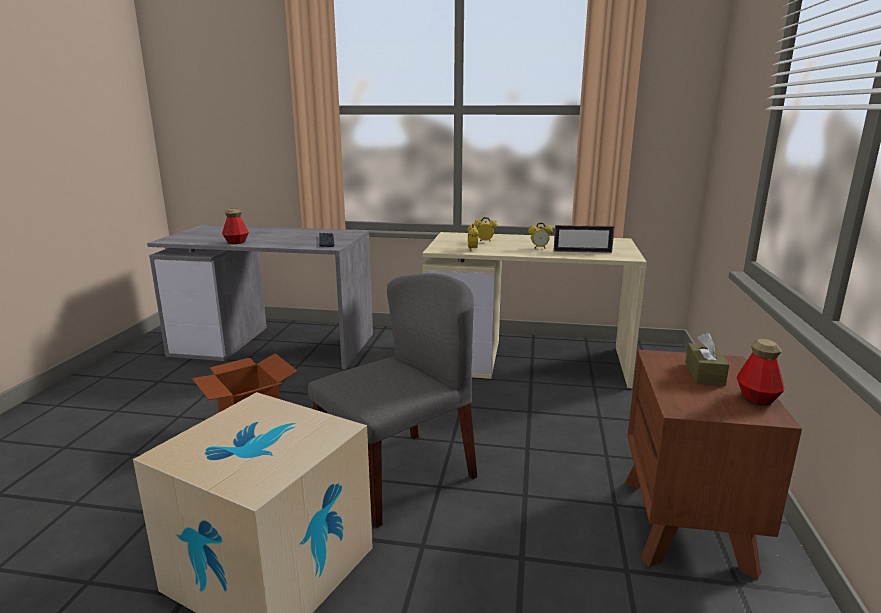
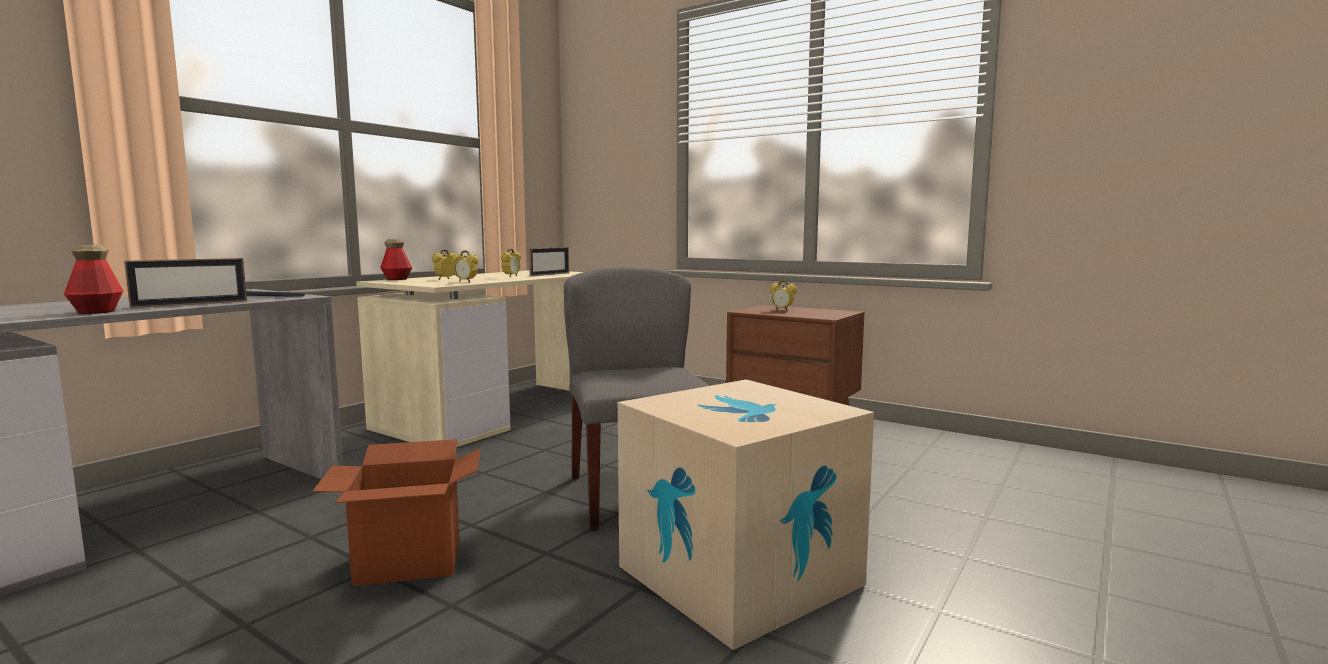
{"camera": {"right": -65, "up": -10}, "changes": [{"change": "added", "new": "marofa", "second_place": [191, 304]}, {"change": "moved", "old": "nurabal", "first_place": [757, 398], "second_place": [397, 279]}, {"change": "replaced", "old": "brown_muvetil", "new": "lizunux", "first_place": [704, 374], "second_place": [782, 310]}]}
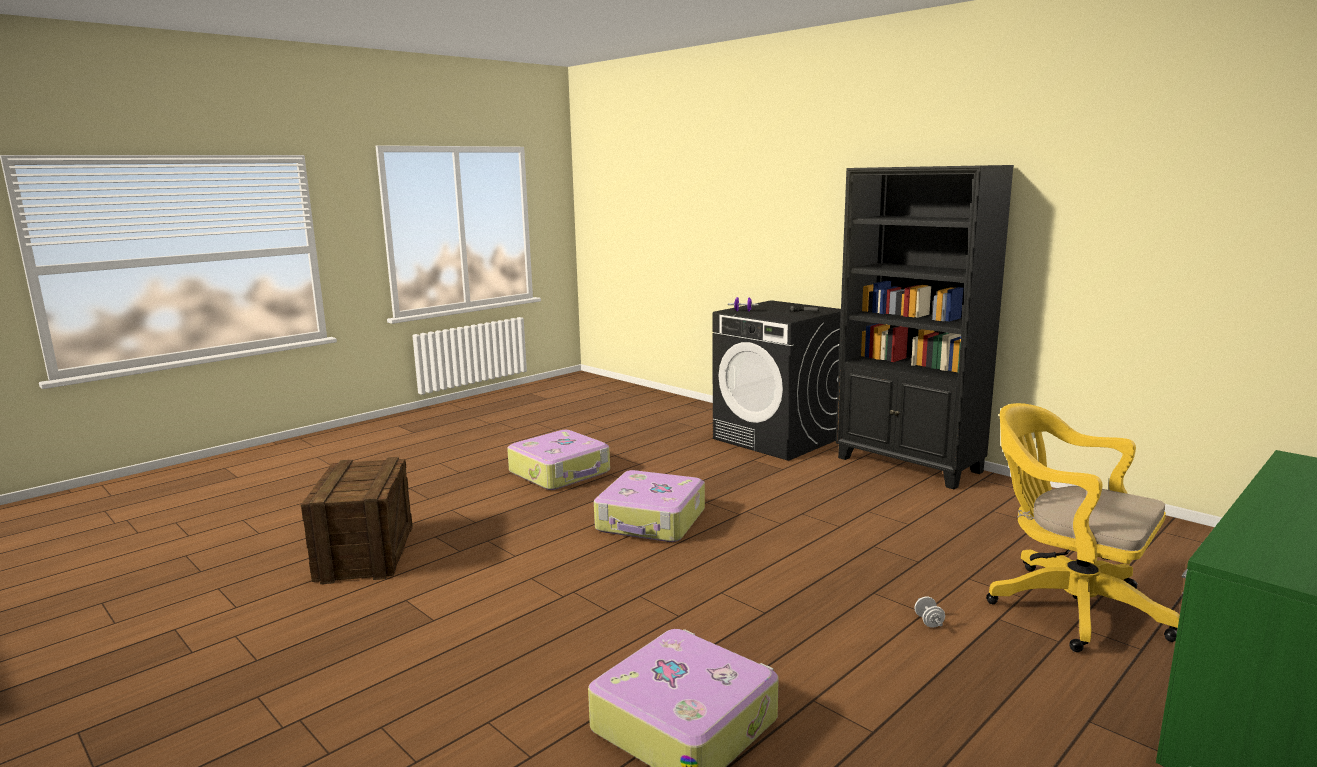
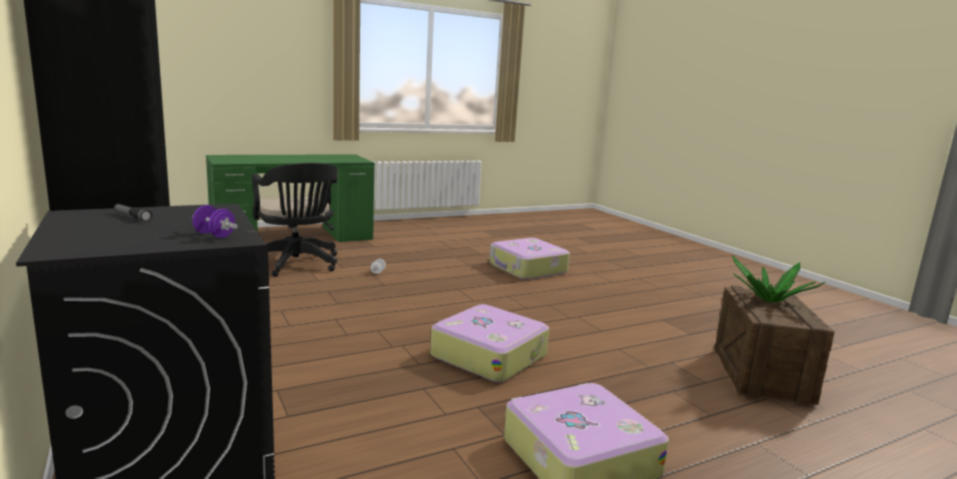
{"camera": {"right": -165, "up": 0}, "changes": [{"change": "added", "new": "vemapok", "second_place": [769, 300]}, {"change": "recoloured", "old": "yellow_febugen", "new": "black_febugen", "first_place": [1067, 606], "second_place": [297, 264]}]}
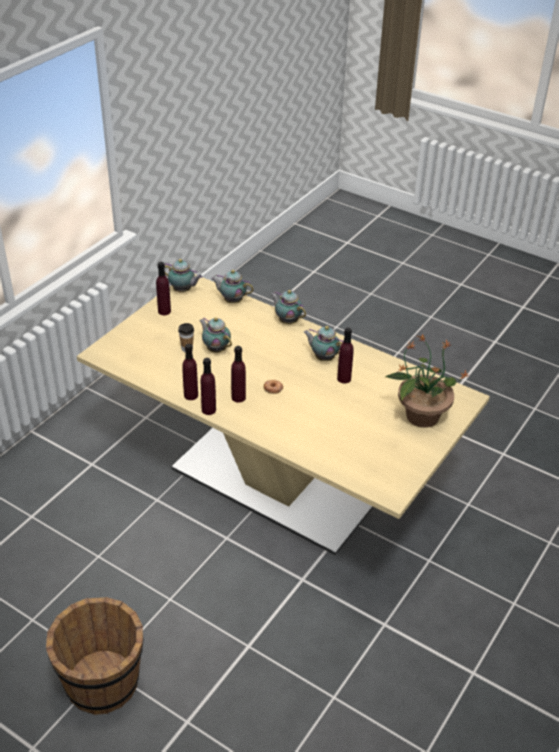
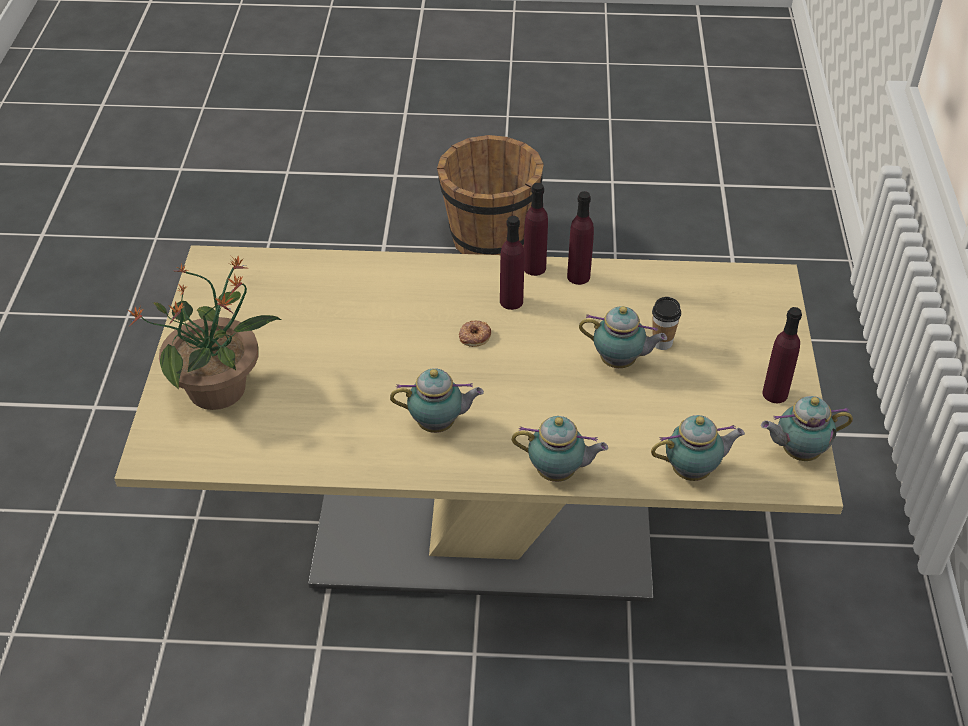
{"camera": {"right": 150, "up": 5}, "changes": [{"change": "removed", "old": "purple_nurabal", "first_place": [344, 378]}]}
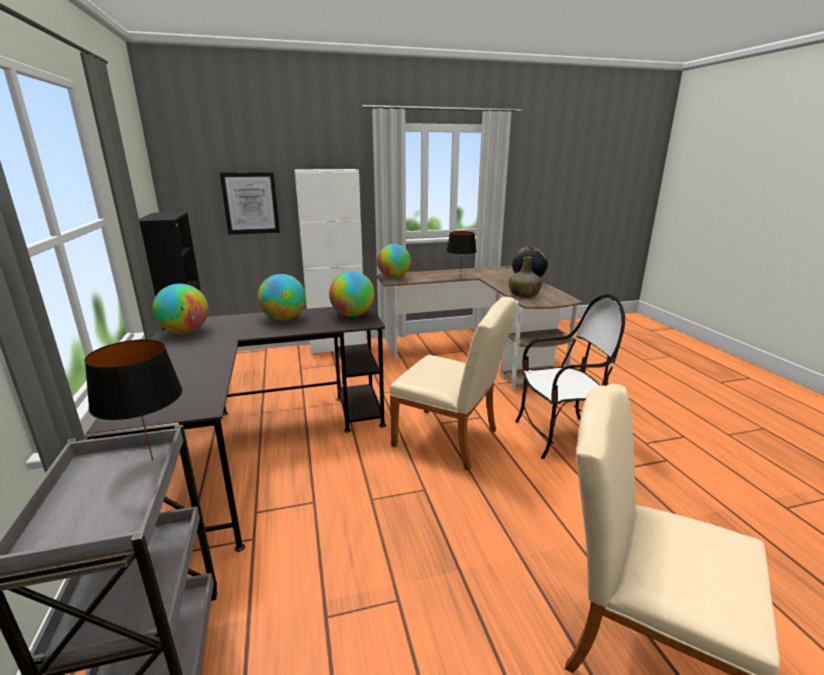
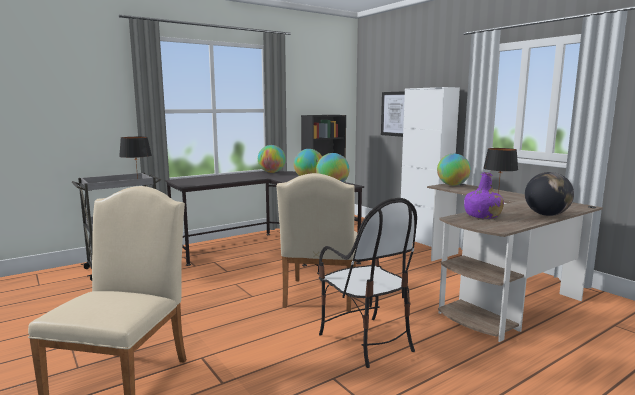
{"camera": {"right": 70, "up": -10}, "changes": [{"change": "recoloured", "old": "green_nurabal", "new": "purple_nurabal", "first_place": [524, 294], "second_place": [482, 216]}]}
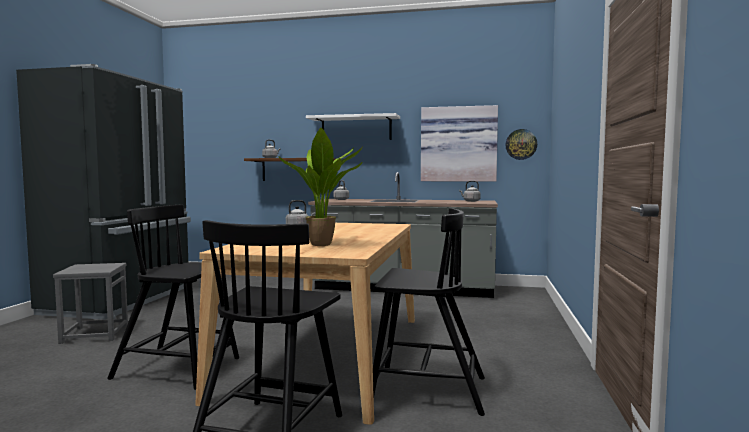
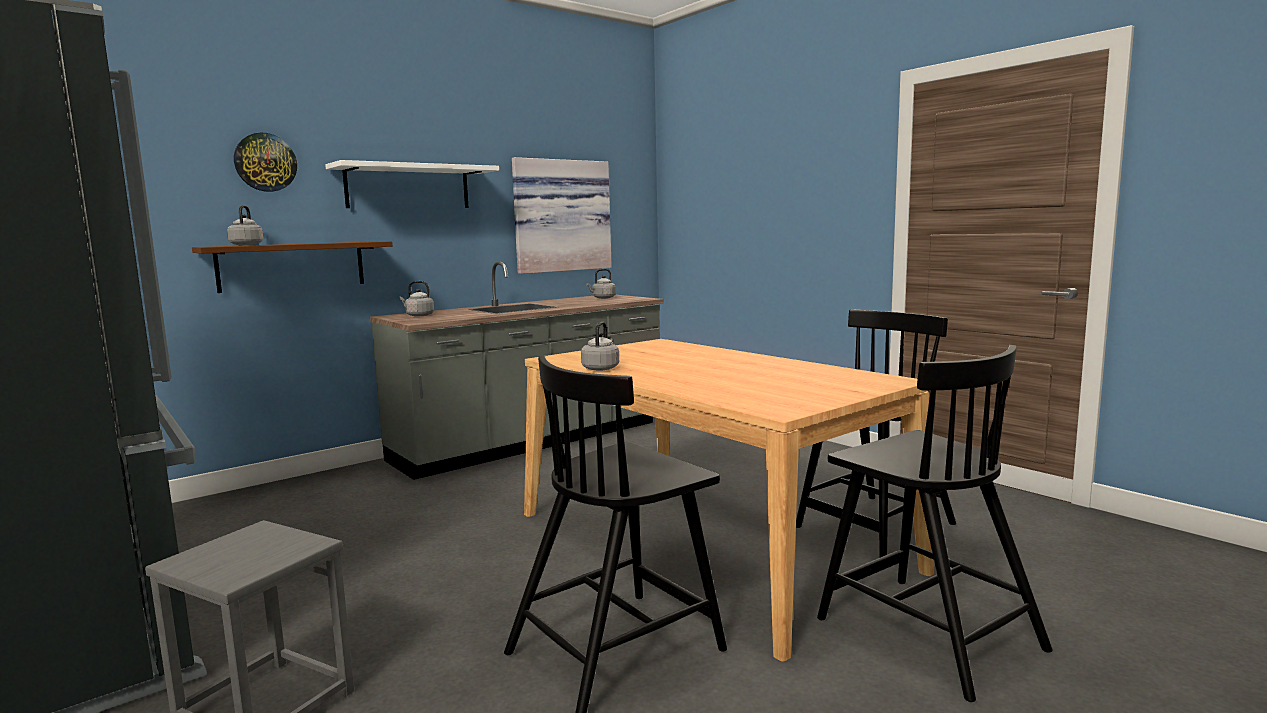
{"camera": {"right": -50, "up": 5}, "changes": [{"change": "removed", "old": "vemapok", "first_place": [324, 245]}, {"change": "moved", "old": "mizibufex", "first_place": [521, 144], "second_place": [265, 162]}]}
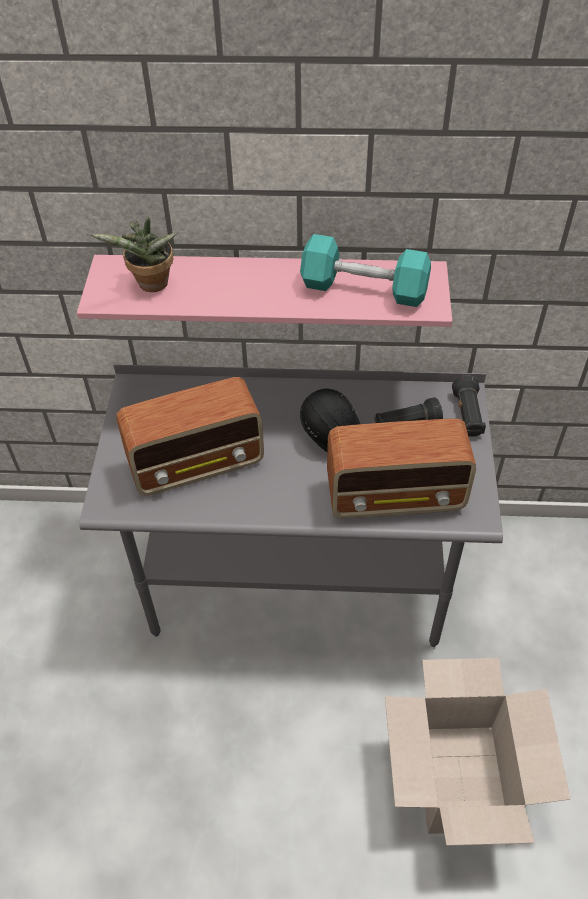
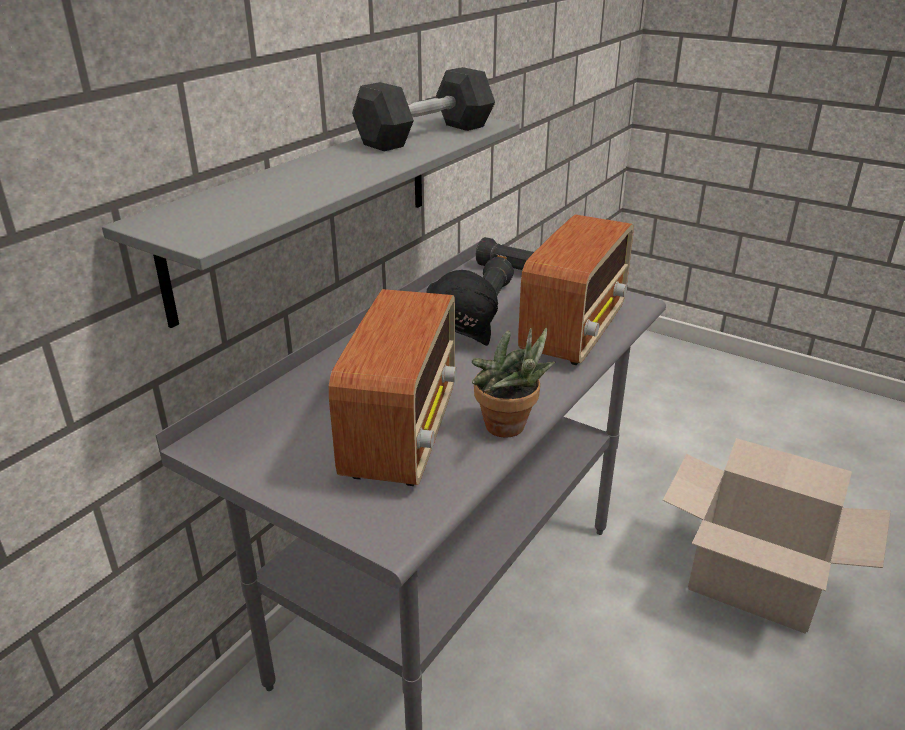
{"camera": {"right": -60, "up": -20}, "changes": [{"change": "moved", "old": "vemapok", "first_place": [151, 286], "second_place": [509, 429]}, {"change": "recoloured", "old": "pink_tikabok", "new": "grey_tikabok", "first_place": [270, 289], "second_place": [309, 207]}, {"change": "recoloured", "old": "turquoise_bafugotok", "new": "grey_bafugotok", "first_place": [364, 288], "second_place": [425, 135]}]}
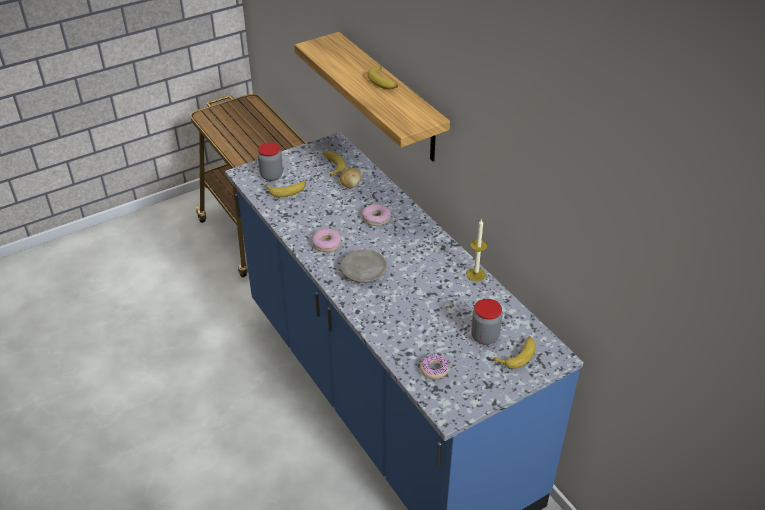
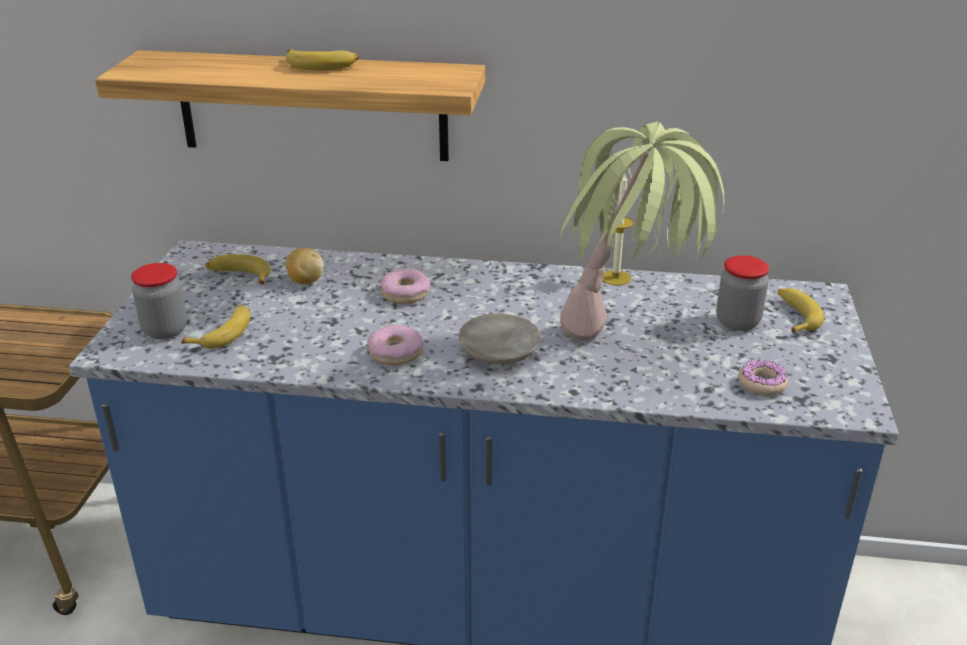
{"camera": {"right": -50, "up": -10}, "changes": [{"change": "added", "new": "vemapok", "second_place": [629, 350]}]}
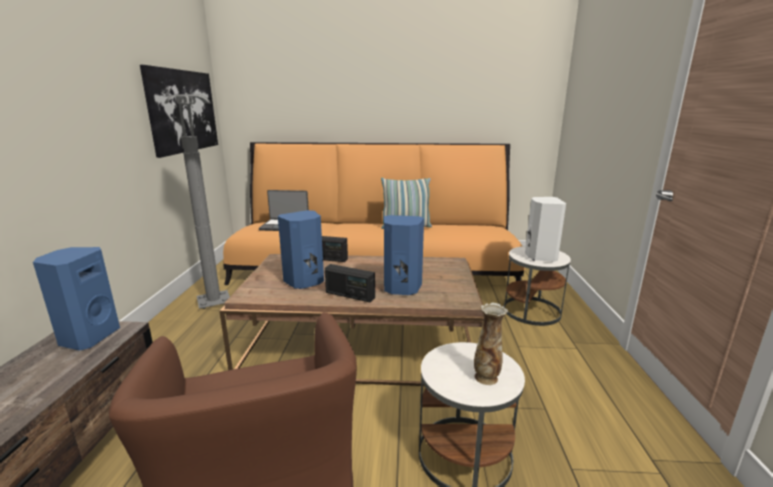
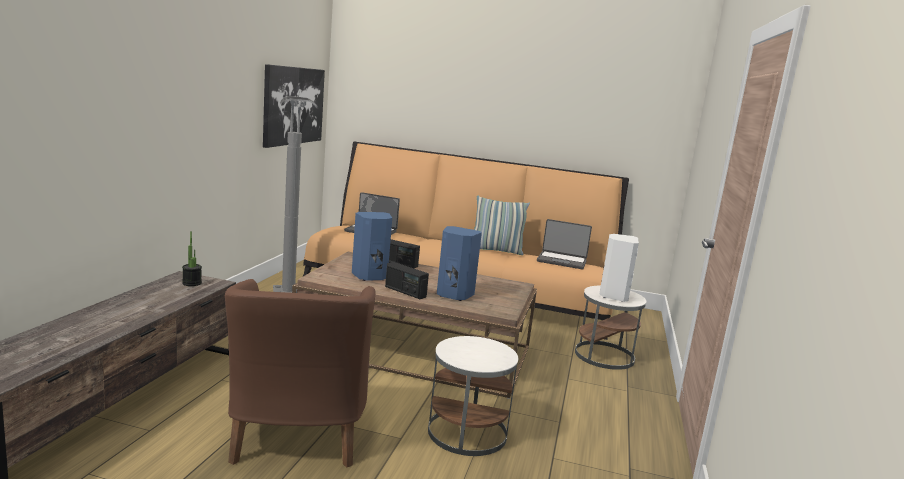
{"camera": {"right": 10, "up": -5}, "changes": [{"change": "removed", "old": "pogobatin", "first_place": [486, 377]}, {"change": "added", "new": "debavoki", "second_place": [562, 261]}, {"change": "replaced", "old": "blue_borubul", "new": "vemapok", "first_place": [88, 337], "second_place": [192, 283]}]}
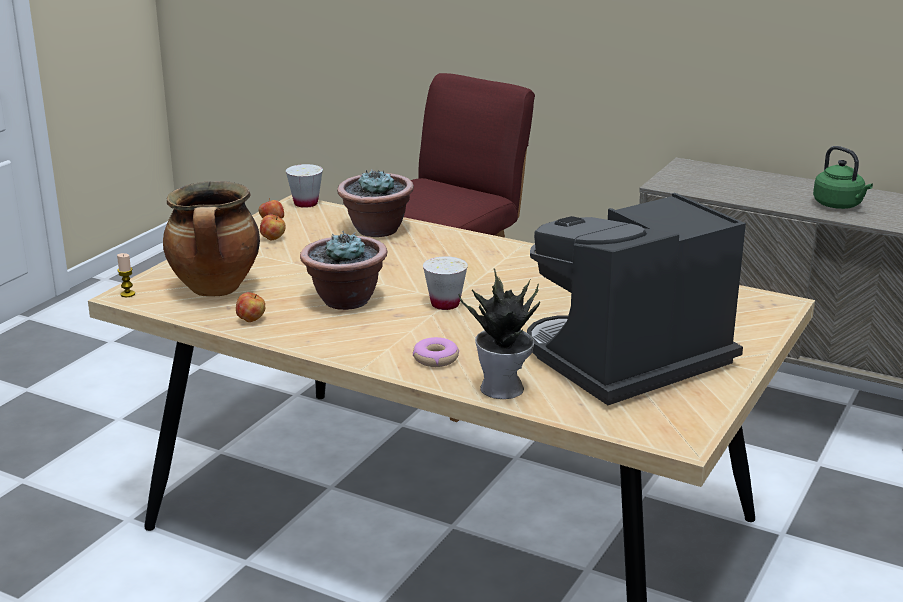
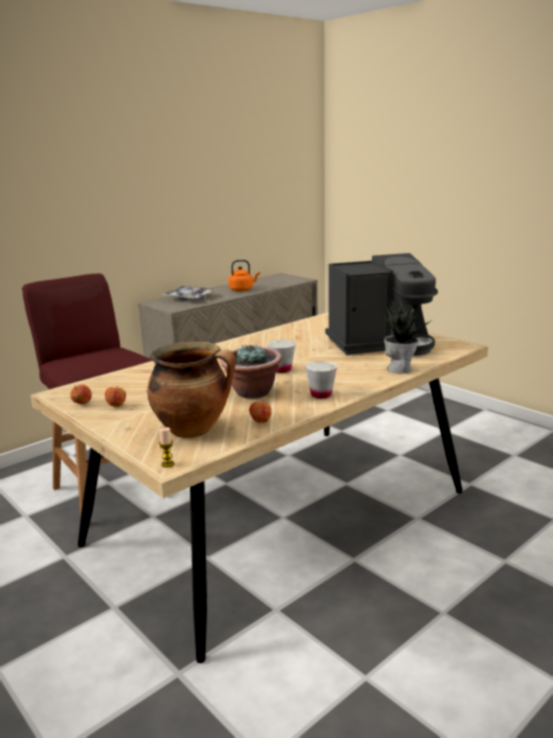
{"camera": {"right": -70, "up": -5}, "changes": [{"change": "removed", "old": "vemapok", "first_place": [376, 230]}, {"change": "removed", "old": "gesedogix", "first_place": [435, 358]}, {"change": "added", "new": "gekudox", "second_place": [190, 298]}, {"change": "moved", "old": "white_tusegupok", "first_place": [306, 203], "second_place": [321, 394]}, {"change": "recoloured", "old": "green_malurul", "new": "orange_malurul", "first_place": [839, 205], "second_place": [242, 289]}, {"change": "turned", "old": "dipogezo", "first_place": [627, 362], "second_place": [381, 344], "degrees": -90}]}
